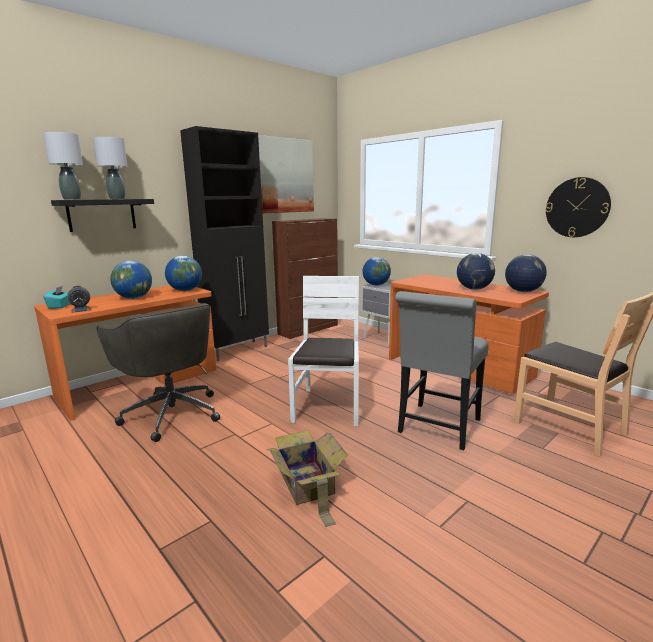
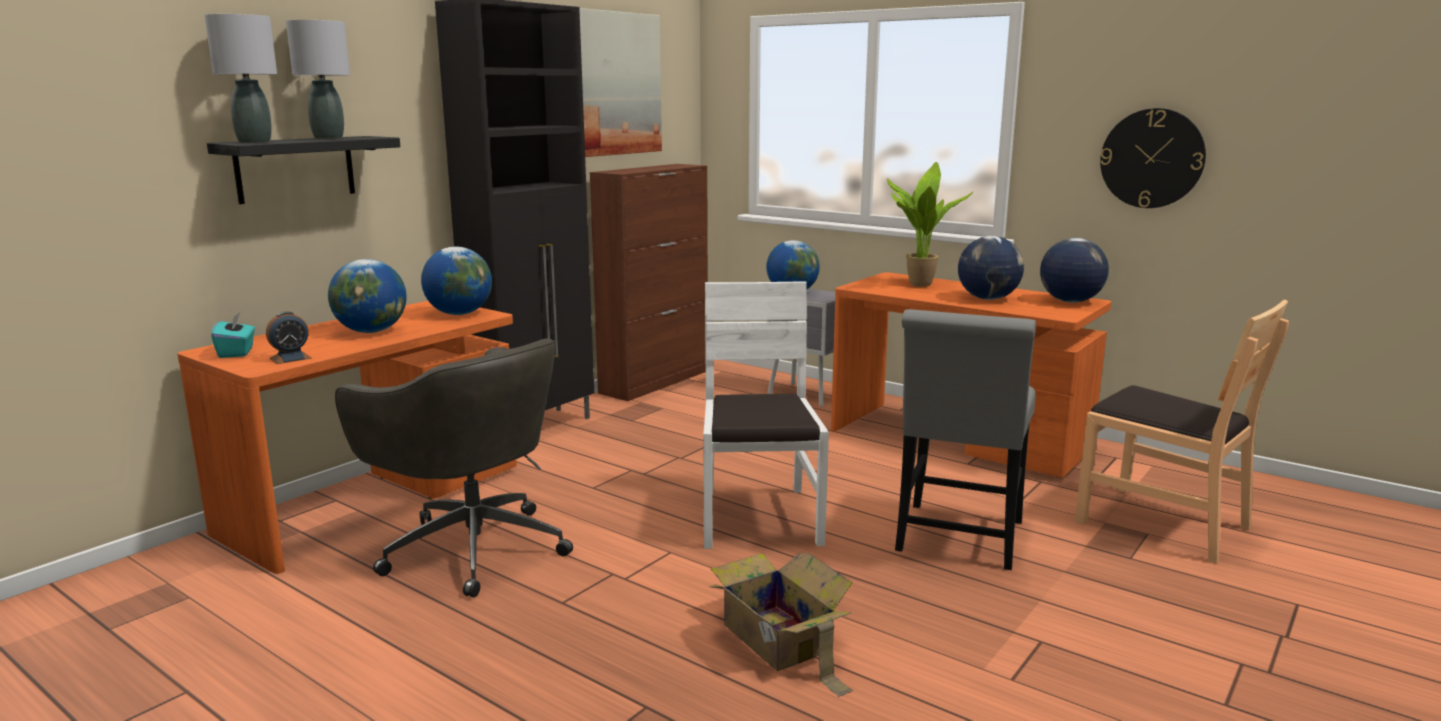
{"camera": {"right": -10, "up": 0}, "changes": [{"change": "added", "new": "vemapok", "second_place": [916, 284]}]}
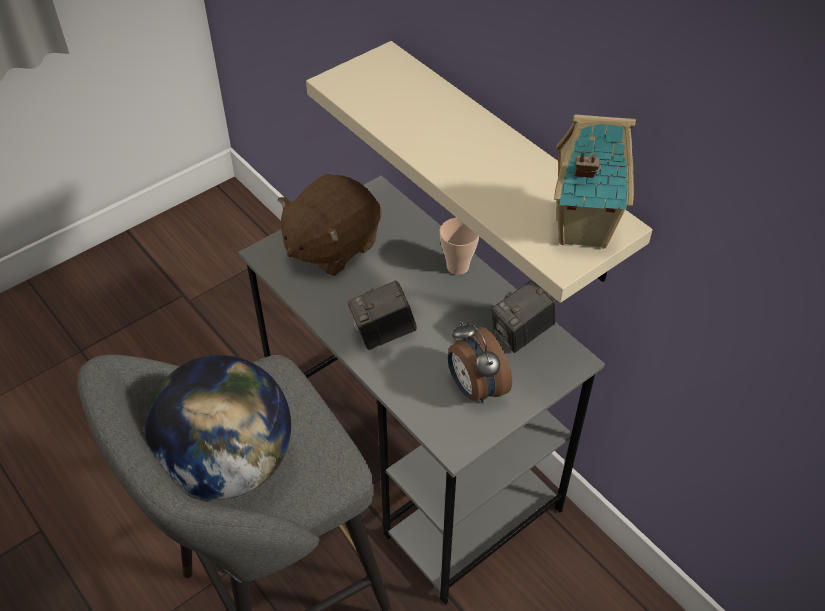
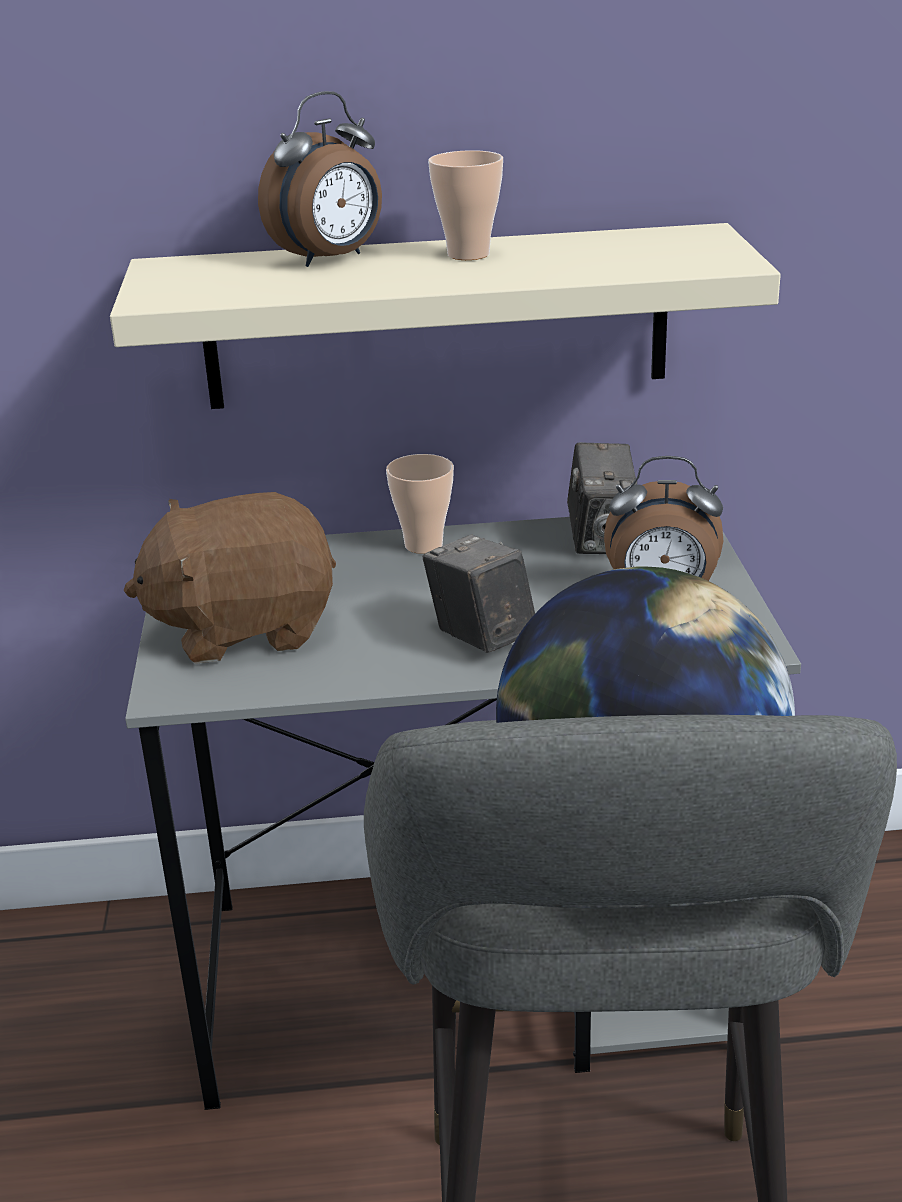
{"camera": {"right": -55, "up": -20}, "changes": [{"change": "removed", "old": "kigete", "first_place": [580, 229]}, {"change": "added", "new": "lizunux", "second_place": [330, 259]}, {"change": "added", "new": "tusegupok", "second_place": [468, 254]}, {"change": "turned", "old": "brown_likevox", "first_place": [331, 246], "second_place": [243, 627], "degrees": 90}, {"change": "turned", "old": "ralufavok", "first_place": [383, 334], "second_place": [481, 638], "degrees": 135}]}
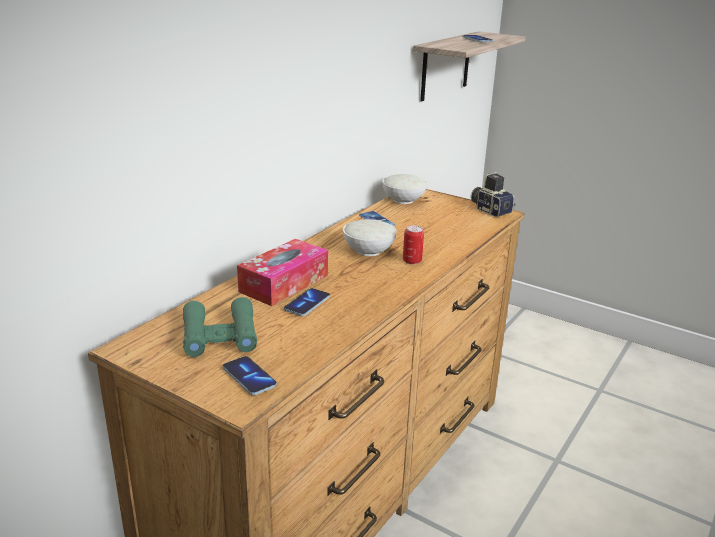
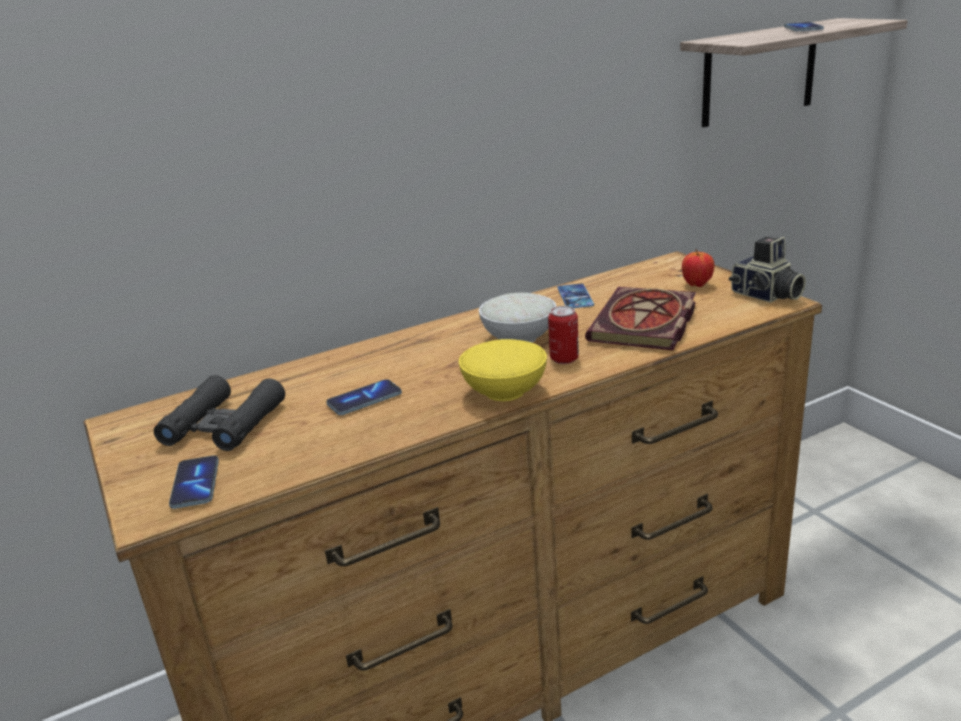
{"camera": {"right": 30, "up": 0}, "changes": [{"change": "removed", "old": "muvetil", "first_place": [284, 283]}, {"change": "removed", "old": "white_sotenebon", "first_place": [403, 200]}, {"change": "added", "new": "yellow_sotenebon", "second_place": [504, 391]}, {"change": "added", "new": "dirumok", "second_place": [645, 324]}, {"change": "added", "new": "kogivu", "second_place": [697, 285]}, {"change": "recoloured", "old": "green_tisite", "new": "black_tisite", "first_place": [220, 336], "second_place": [224, 424]}, {"change": "turned", "old": "ralufavok", "first_place": [490, 210], "second_place": [766, 295], "degrees": 150}]}
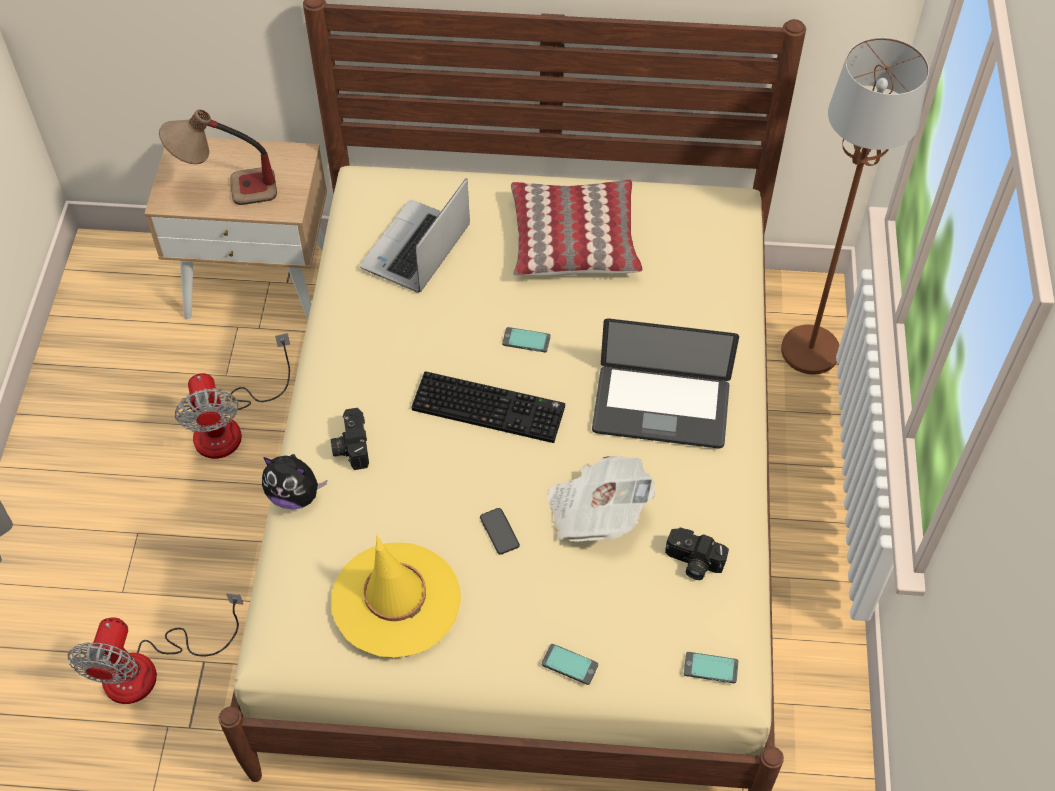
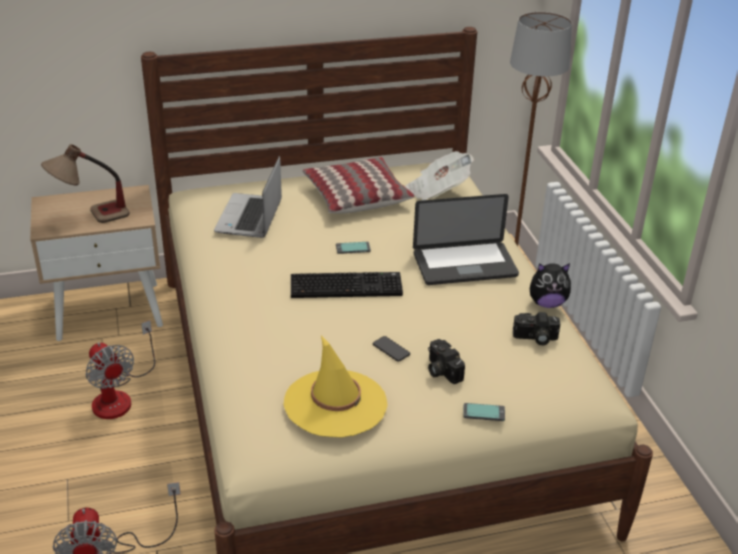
{"camera": {"right": -20, "up": -20}, "changes": [{"change": "removed", "old": "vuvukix", "first_place": [710, 668]}, {"change": "moved", "old": "likevox", "first_place": [295, 495], "second_place": [547, 303]}, {"change": "moved", "old": "ralufavok", "first_place": [350, 446], "second_place": [441, 370]}, {"change": "moved", "old": "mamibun", "first_place": [596, 512], "second_place": [437, 191]}]}
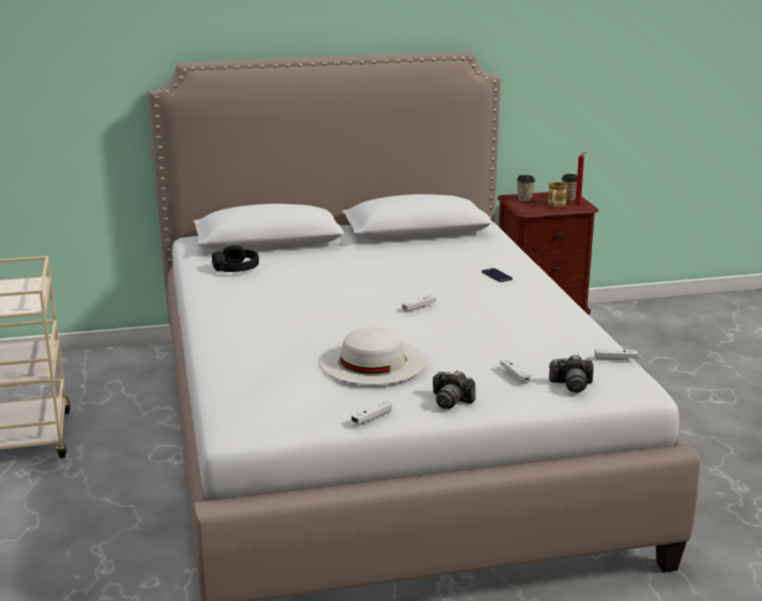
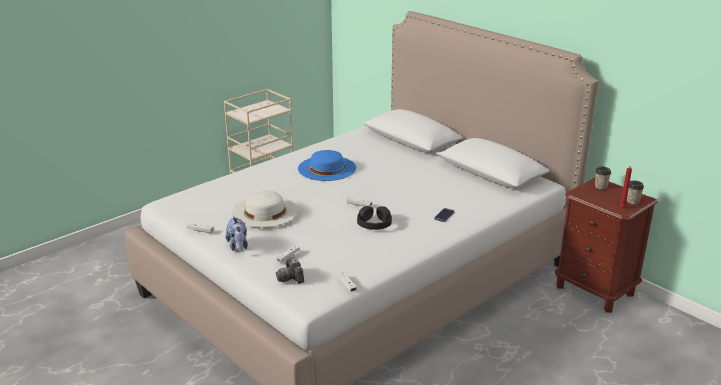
{"camera": {"right": 60, "up": 5}, "changes": [{"change": "removed", "old": "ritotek", "first_place": [555, 206]}, {"change": "added", "new": "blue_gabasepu", "second_place": [326, 168]}, {"change": "moved", "old": "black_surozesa", "first_place": [236, 268], "second_place": [374, 224]}, {"change": "replaced", "old": "ralufavok", "new": "likevox", "first_place": [451, 401], "second_place": [238, 246]}]}
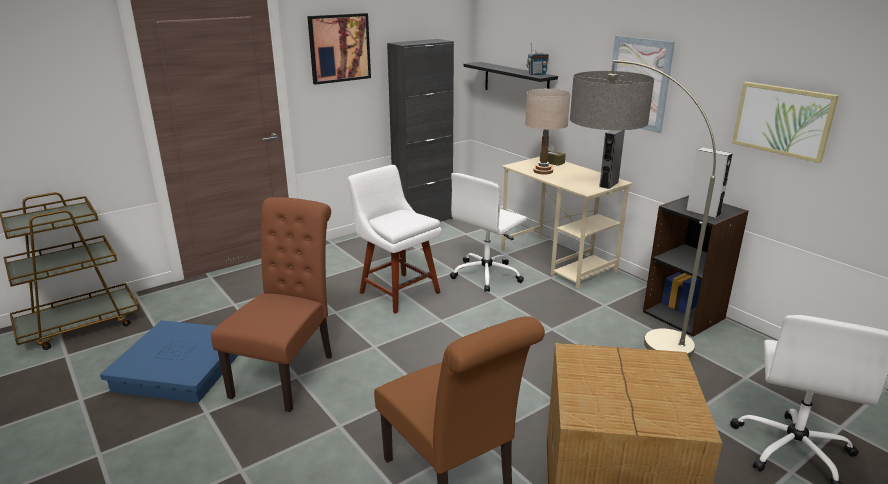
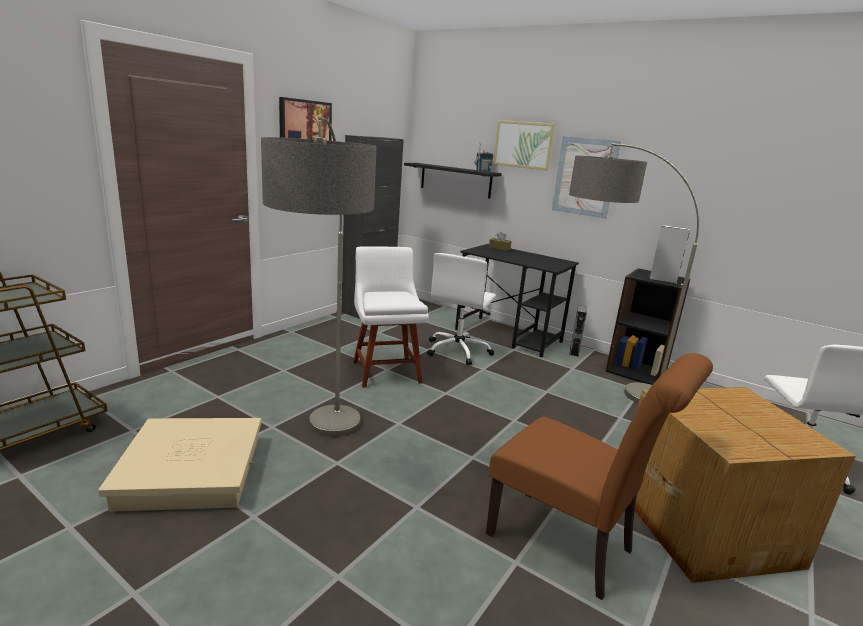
{"camera": {"right": -20, "up": -5}, "changes": [{"change": "removed", "old": "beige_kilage", "first_place": [543, 171]}, {"change": "moved", "old": "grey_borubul", "first_place": [609, 184], "second_place": [574, 351]}, {"change": "moved", "old": "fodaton", "first_place": [782, 120], "second_place": [524, 145]}, {"change": "replaced", "old": "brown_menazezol", "new": "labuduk", "first_place": [288, 372], "second_place": [324, 459]}, {"change": "recoloured", "old": "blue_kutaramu", "new": "beige_kutaramu", "first_place": [181, 368], "second_place": [191, 471]}, {"change": "recoloured", "old": "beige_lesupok", "new": "black_lesupok", "first_place": [558, 261], "second_place": [509, 336]}, {"change": "turned", "old": "white_menazezol", "first_place": [397, 291], "second_place": [385, 370], "degrees": 45}]}
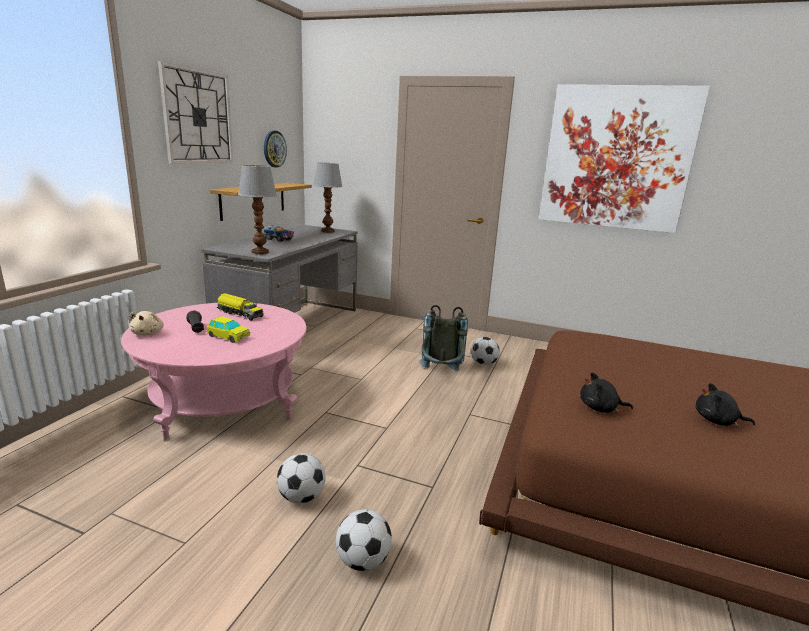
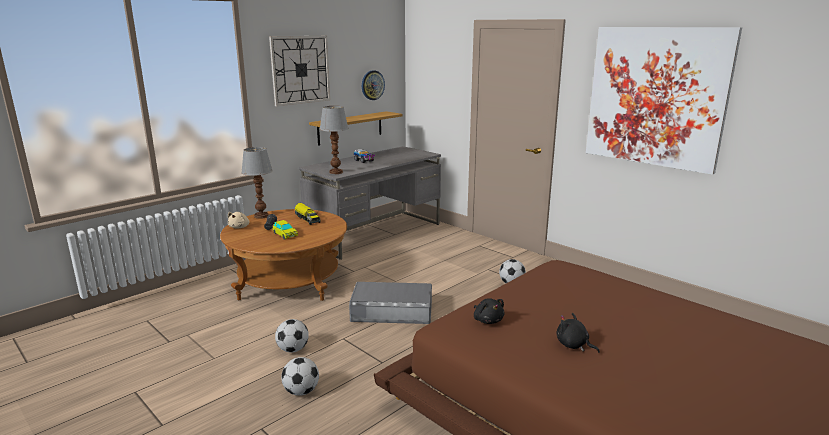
{"camera": {"right": 25, "up": 0}, "changes": [{"change": "removed", "old": "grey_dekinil", "first_place": [441, 374]}, {"change": "added", "new": "grey_kutaramu", "second_place": [392, 310]}, {"change": "moved", "old": "kilage", "first_place": [327, 231], "second_place": [261, 216]}, {"change": "recoloured", "old": "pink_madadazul", "new": "brown_madadazul", "first_place": [225, 400], "second_place": [289, 281]}, {"change": "turned", "old": "black_likevox", "first_place": [600, 408], "second_place": [487, 320], "degrees": -150}]}
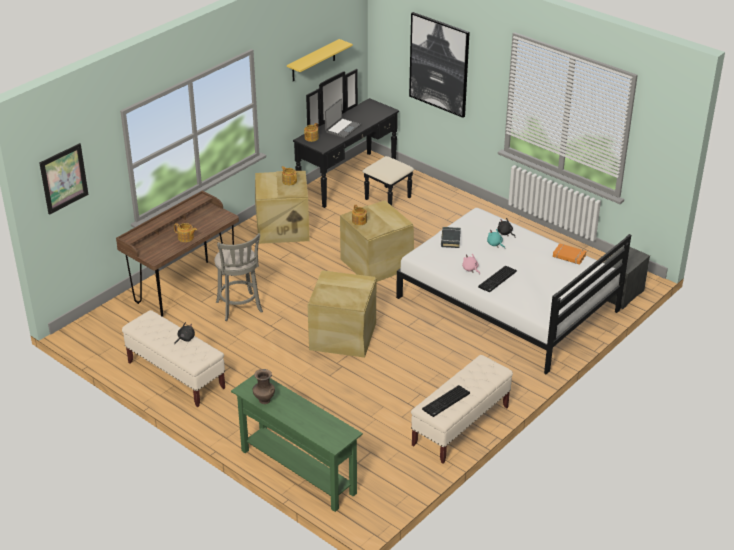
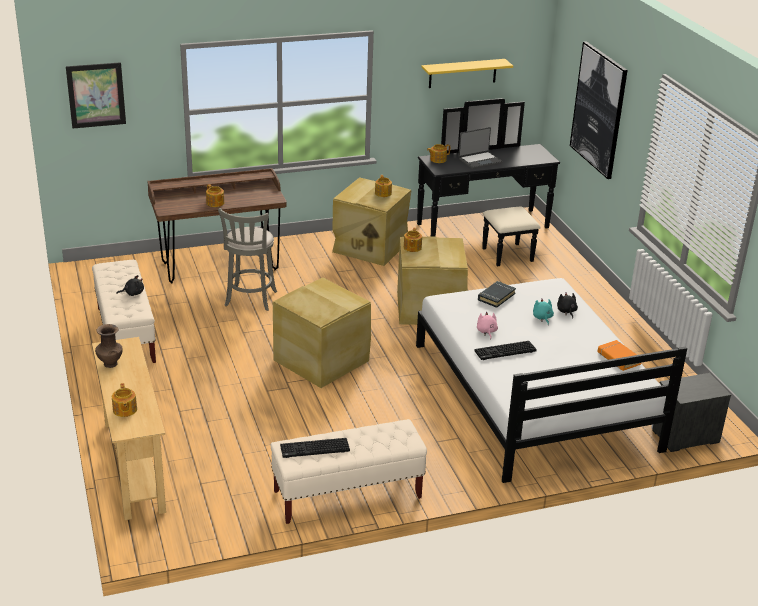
{"camera": {"right": 30, "up": -5}, "changes": [{"change": "added", "new": "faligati", "second_place": [124, 410]}, {"change": "recoloured", "old": "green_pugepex", "new": "beige_pugepex", "first_place": [297, 472], "second_place": [133, 466]}]}
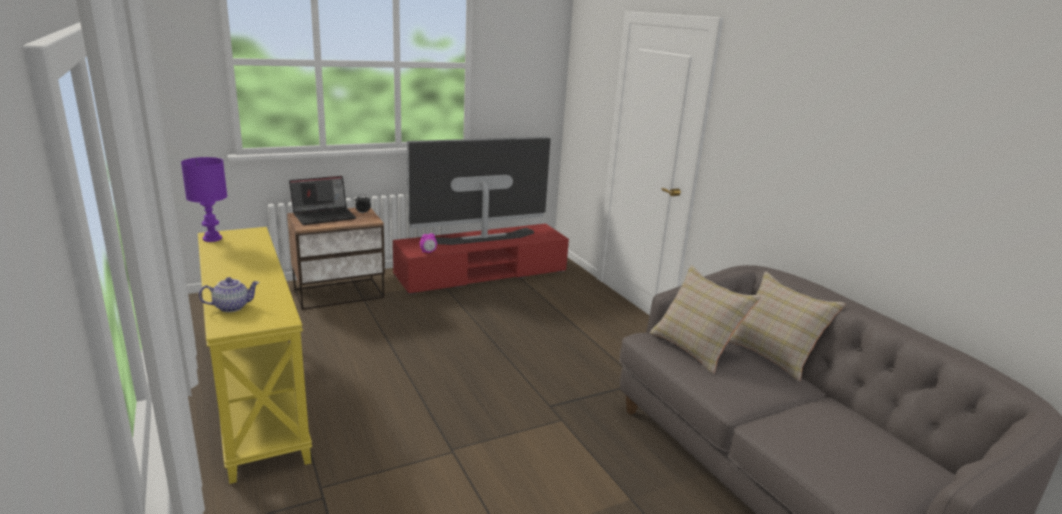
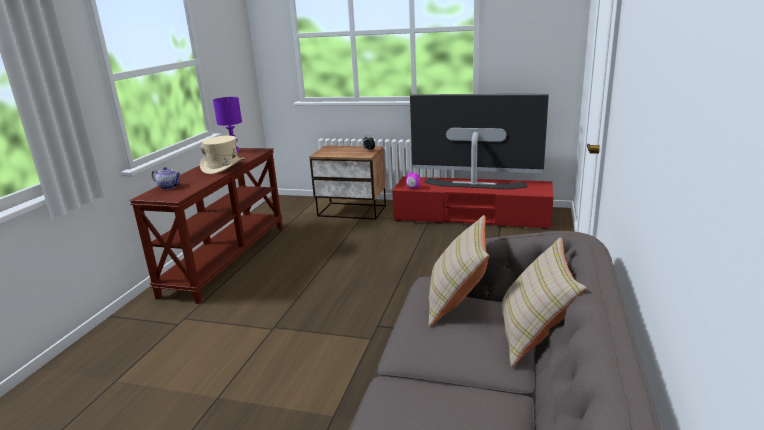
{"camera": {"right": 45, "up": 0}, "changes": [{"change": "removed", "old": "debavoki", "first_place": [324, 216]}, {"change": "added", "new": "beige_gabasepu", "second_place": [223, 167]}, {"change": "recoloured", "old": "yellow_pugepex", "new": "brown_pugepex", "first_place": [255, 396], "second_place": [226, 258]}]}
